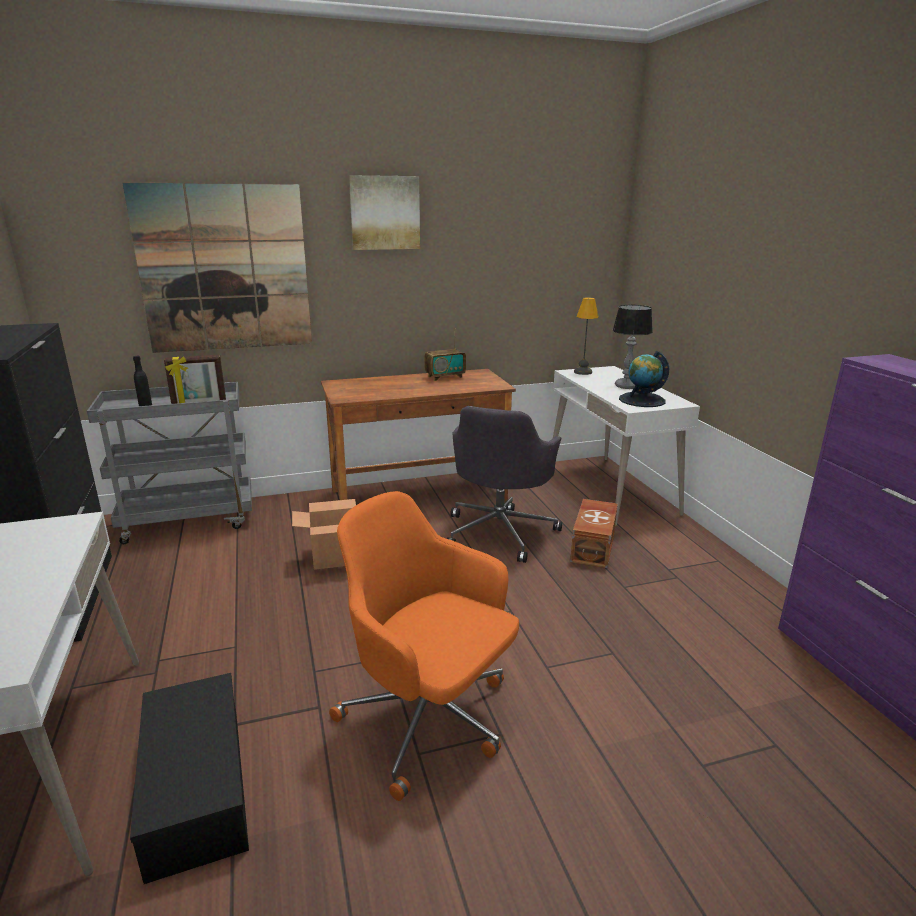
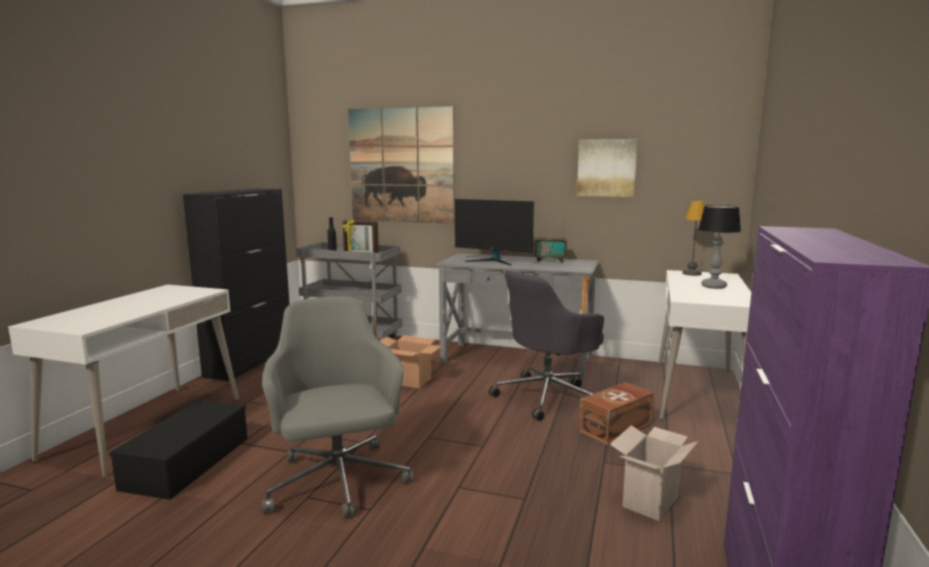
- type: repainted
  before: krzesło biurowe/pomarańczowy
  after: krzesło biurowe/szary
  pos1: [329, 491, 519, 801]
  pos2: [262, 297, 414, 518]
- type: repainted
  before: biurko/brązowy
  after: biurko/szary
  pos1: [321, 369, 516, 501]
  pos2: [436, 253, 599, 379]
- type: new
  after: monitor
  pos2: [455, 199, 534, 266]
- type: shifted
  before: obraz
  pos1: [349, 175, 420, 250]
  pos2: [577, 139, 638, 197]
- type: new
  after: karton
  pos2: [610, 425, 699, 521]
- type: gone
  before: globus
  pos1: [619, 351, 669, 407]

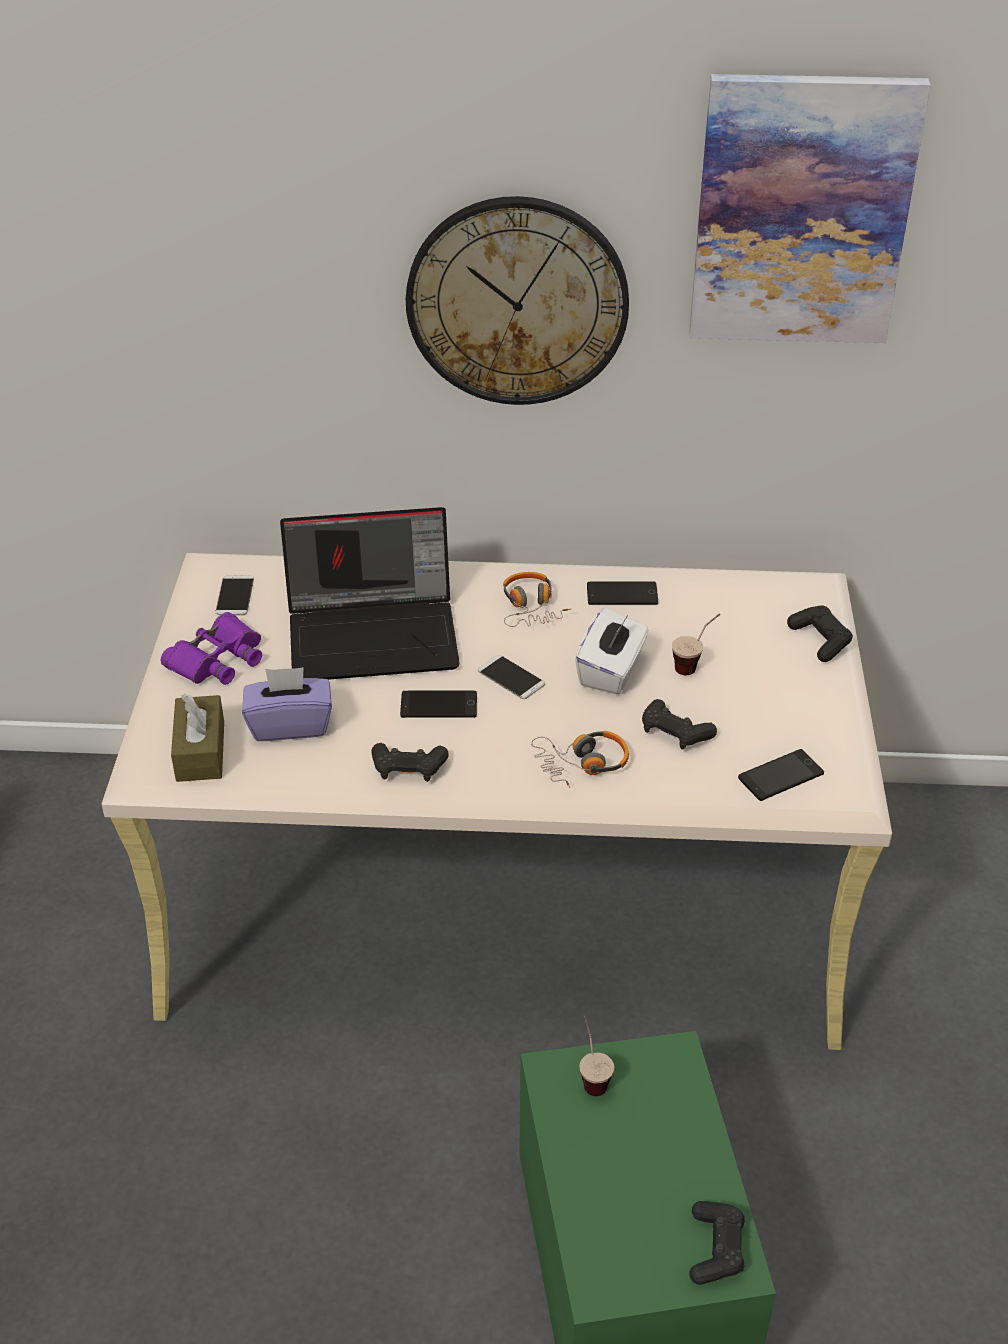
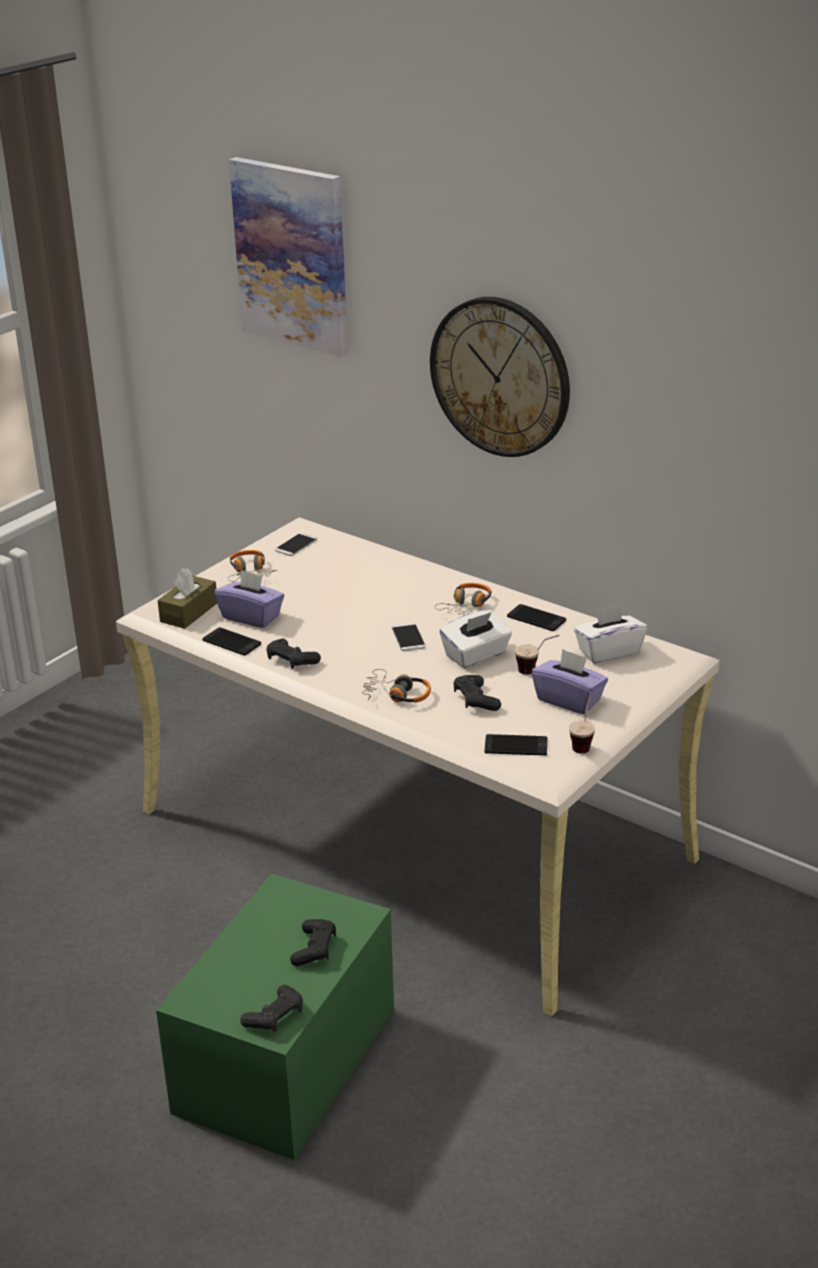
- type: shifted
  before: telefon
  pos1: [400, 691, 477, 718]
  pos2: [202, 627, 261, 656]
- type: swapped
  before: lornetka/fioletowy
  after: słuchawki
  pos1: [161, 612, 262, 685]
  pos2: [227, 550, 278, 582]
- type: shifted
  before: obraz
  pos1: [689, 74, 931, 343]
  pos2: [229, 157, 348, 357]
- type: shifted
  before: pad do gier/czarny
  pos1: [787, 605, 853, 662]
  pos2: [290, 919, 336, 966]
- type: new
  after: pudełko chusteczek/fioletowy
  pos2: [532, 649, 608, 714]
- type: shifted
  before: filiżanka
  pos1: [579, 1015, 614, 1096]
  pos2: [569, 695, 595, 753]
- type: new
  after: pudełko chusteczek/biały
  pos2: [574, 604, 647, 664]
- type: gone
  before: laptop
  pos1: [280, 507, 460, 679]

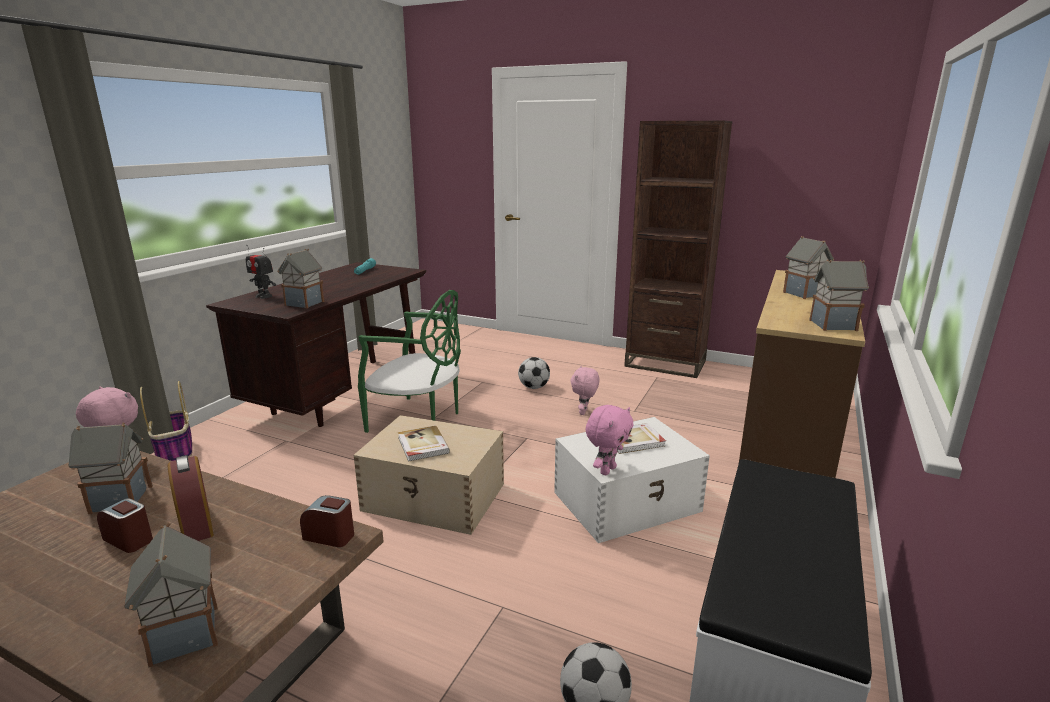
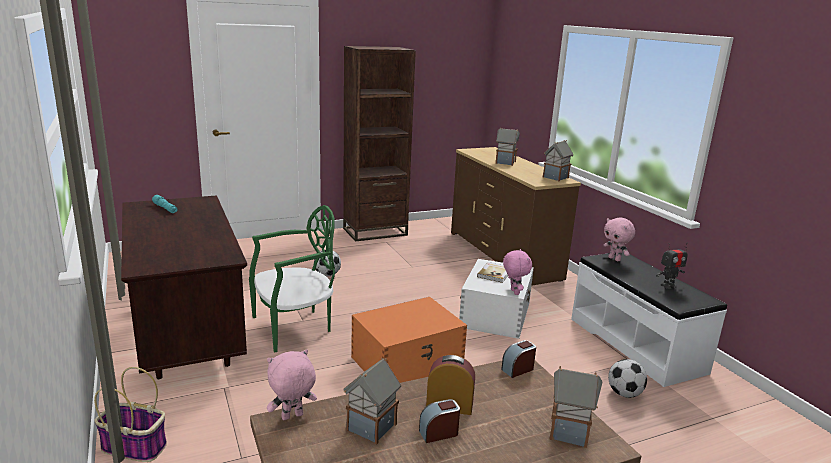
- type: repainted
  before: pojemnik do przechowywania/beżowy
  after: pojemnik do przechowywania/pomarańczowy
  pos1: [353, 415, 504, 535]
  pos2: [351, 297, 467, 383]
- type: shifted
  before: pluszak/różowy
  pos1: [570, 366, 600, 415]
  pos2: [603, 218, 635, 261]
- type: shifted
  before: robot zabawkowy
  pos1: [246, 245, 276, 299]
  pos2: [656, 242, 688, 289]
- type: gone
  before: domek
  pos1: [277, 249, 324, 308]
- type: gone
  before: książka
  pos1: [398, 426, 450, 462]

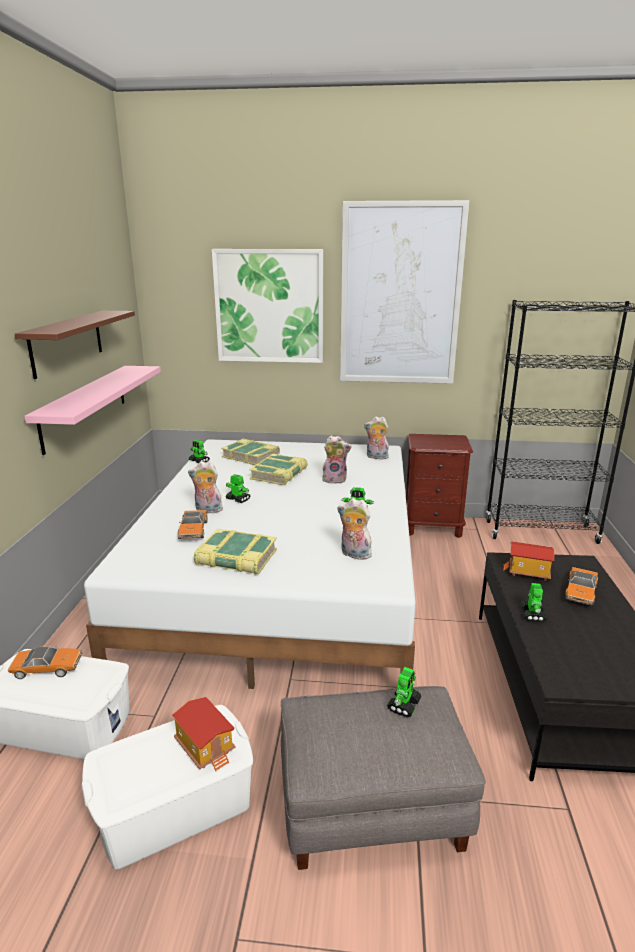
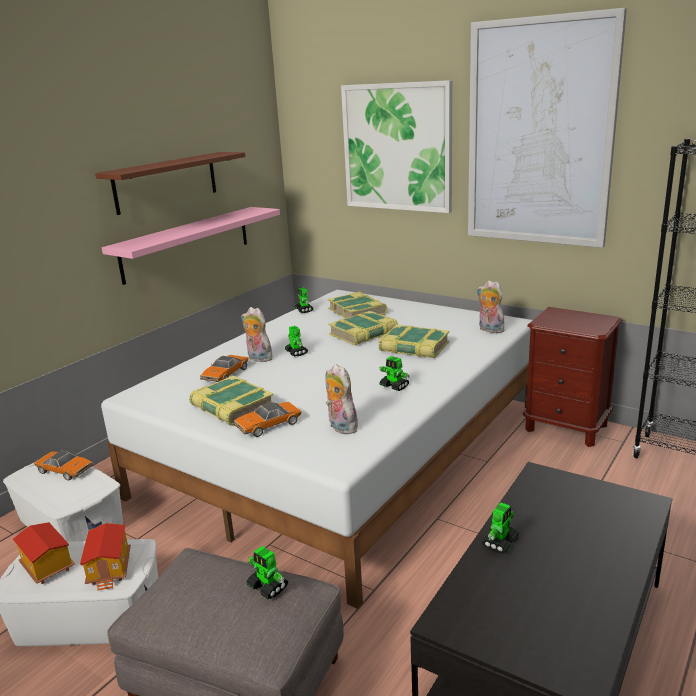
- type: shifted
  before: domek
  pos1: [504, 541, 554, 581]
  pos2: [13, 522, 75, 584]
- type: shifted
  before: samochodzik
  pos1: [564, 567, 598, 605]
  pos2: [234, 402, 301, 437]
- type: rotated
  before: robot zabawkowy
  pos1: [387, 667, 422, 717]
  pos2: [246, 546, 288, 599]
  turn: 75
- type: swapped
  before: pluszak
  after: książka
  pos1: [322, 435, 352, 484]
  pos2: [379, 325, 449, 358]

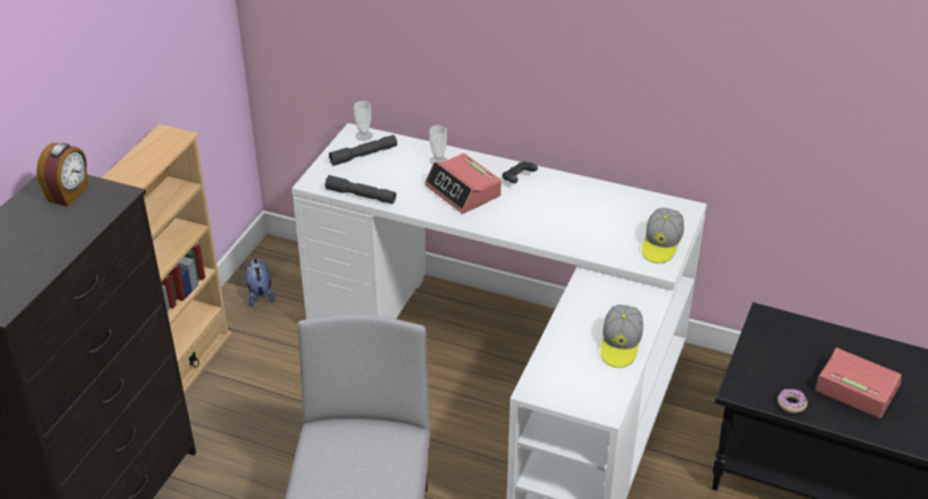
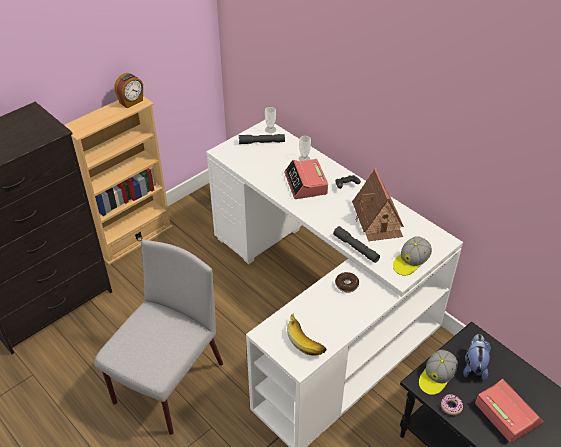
- type: shifted
  before: budzik
  pos1: [36, 143, 88, 207]
  pos2: [114, 73, 143, 108]
- type: new
  after: banan
  pos2: [287, 313, 327, 355]
- type: shifted
  before: latarka/szary
  pos1: [325, 175, 396, 204]
  pos2: [333, 226, 380, 263]
- type: new
  after: donut
  pos2: [335, 272, 359, 292]
- type: new
  after: domek
  pos2: [352, 168, 404, 241]
- type: shifted
  before: czapka z daszkiem
  pos1: [601, 305, 643, 368]
  pos2: [419, 350, 458, 395]
- type: shifted
  before: pluszak
  pos1: [246, 258, 275, 307]
  pos2: [463, 334, 491, 380]

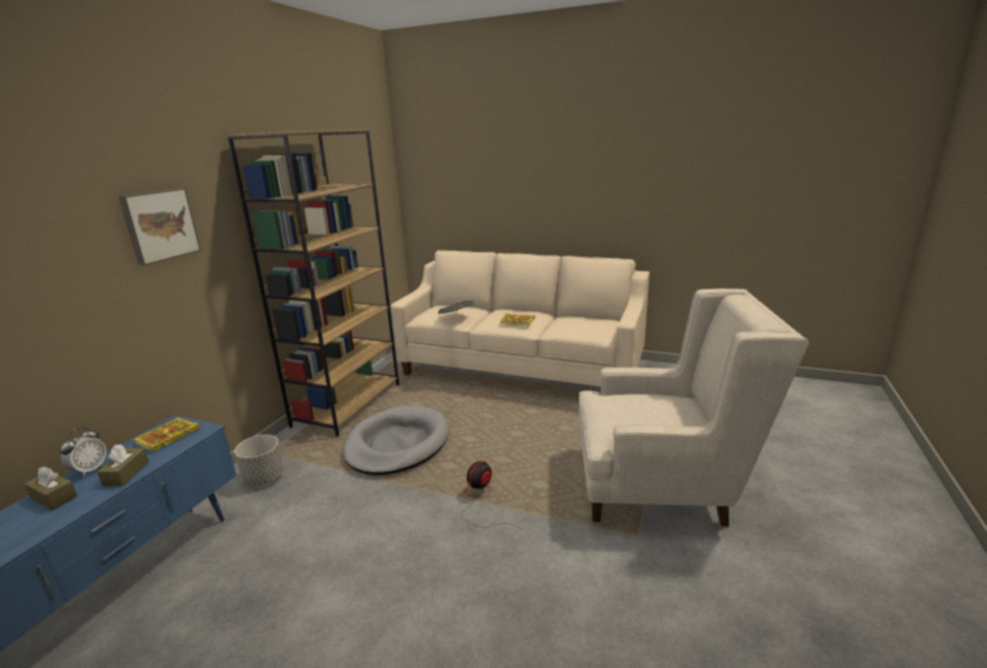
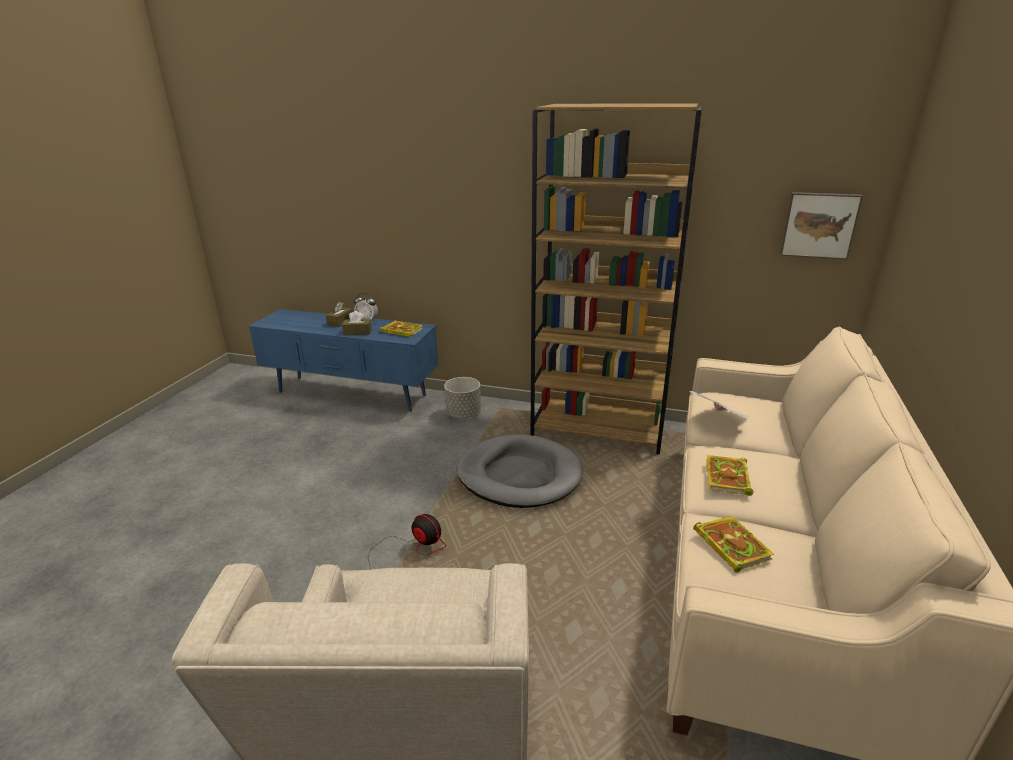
- type: new
  after: książka
  pos2: [693, 516, 774, 573]
- type: shifted
  before: obraz
  pos1: [118, 188, 201, 265]
  pos2: [780, 192, 863, 260]

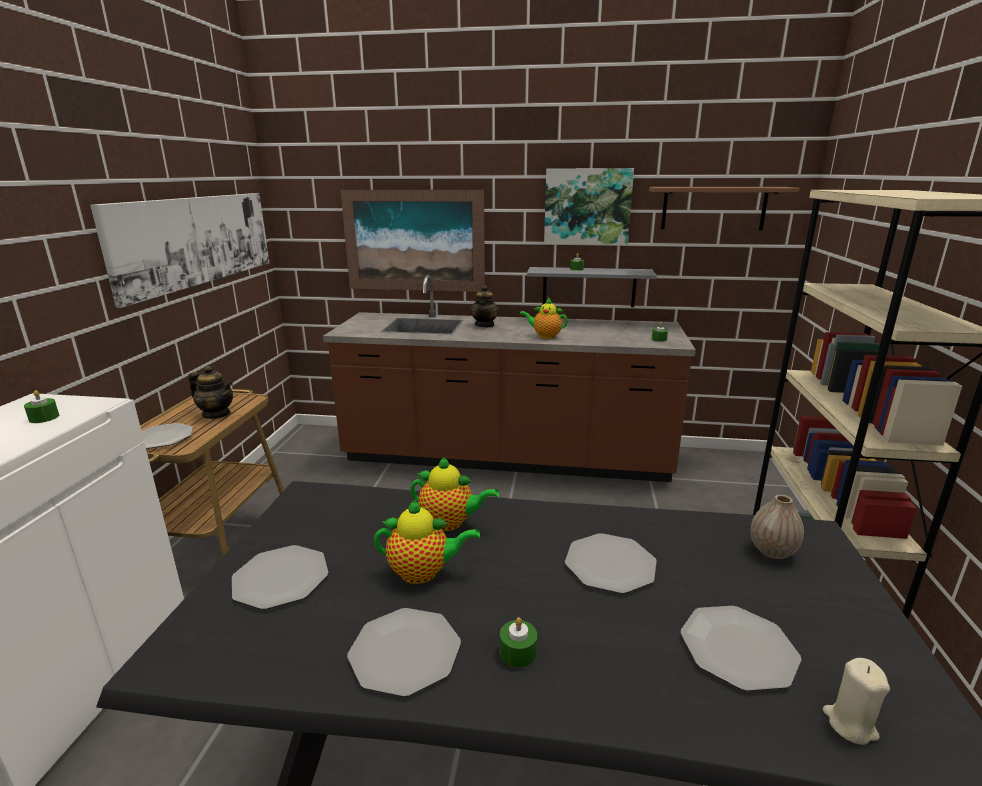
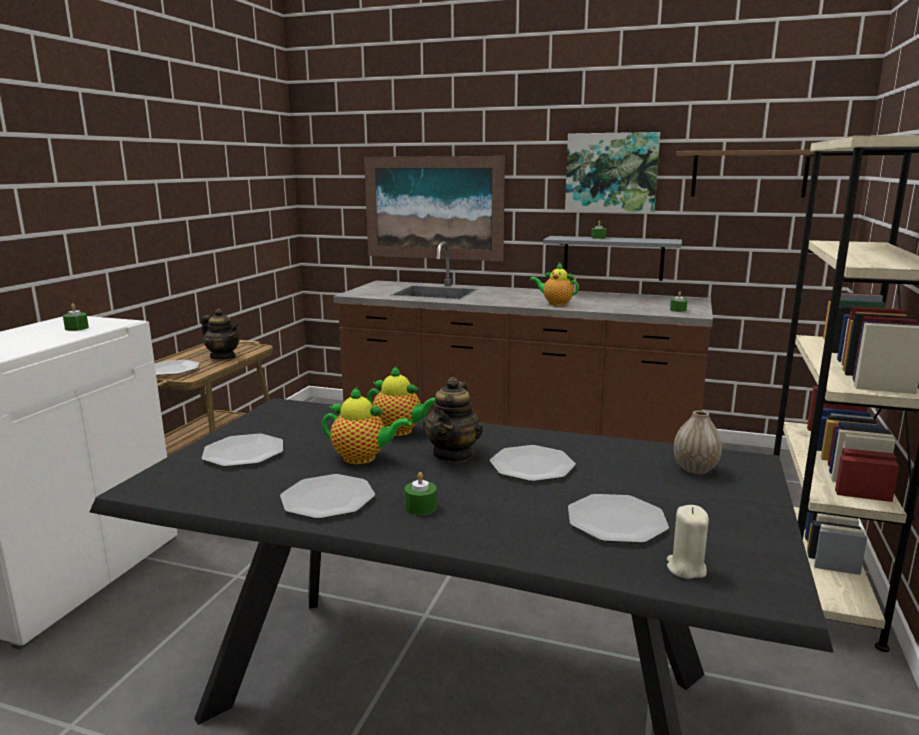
- type: shifted
  before: imbryk
  pos1: [469, 285, 500, 327]
  pos2: [423, 377, 483, 463]
- type: gone
  before: obraz
  pos1: [90, 193, 270, 308]

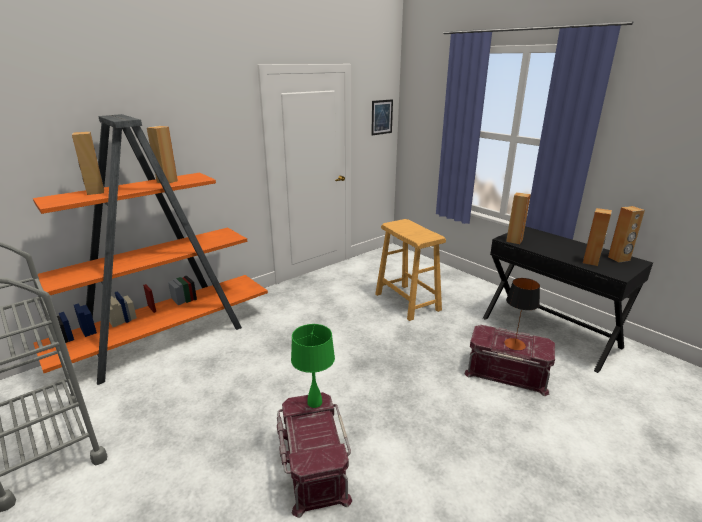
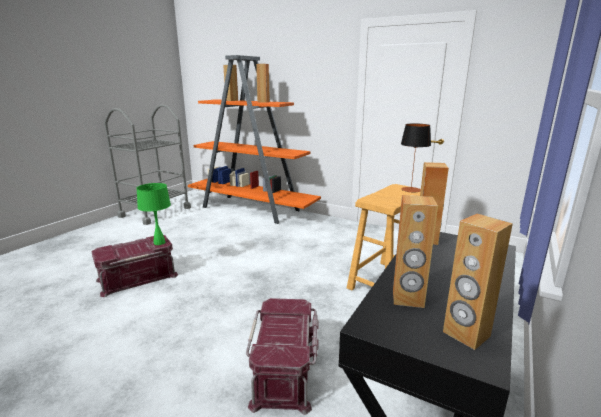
- type: shifted
  before: lampa stołowa
  pos1: [504, 278, 540, 350]
  pos2: [401, 124, 431, 192]
- type: gone
  before: obraz
  pos1: [371, 99, 393, 135]

